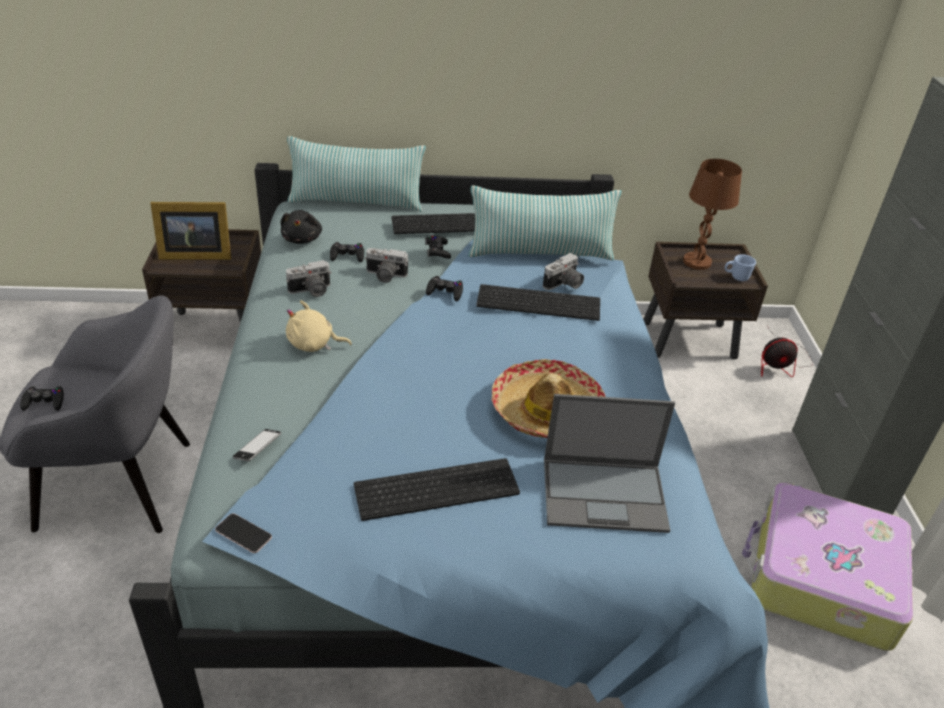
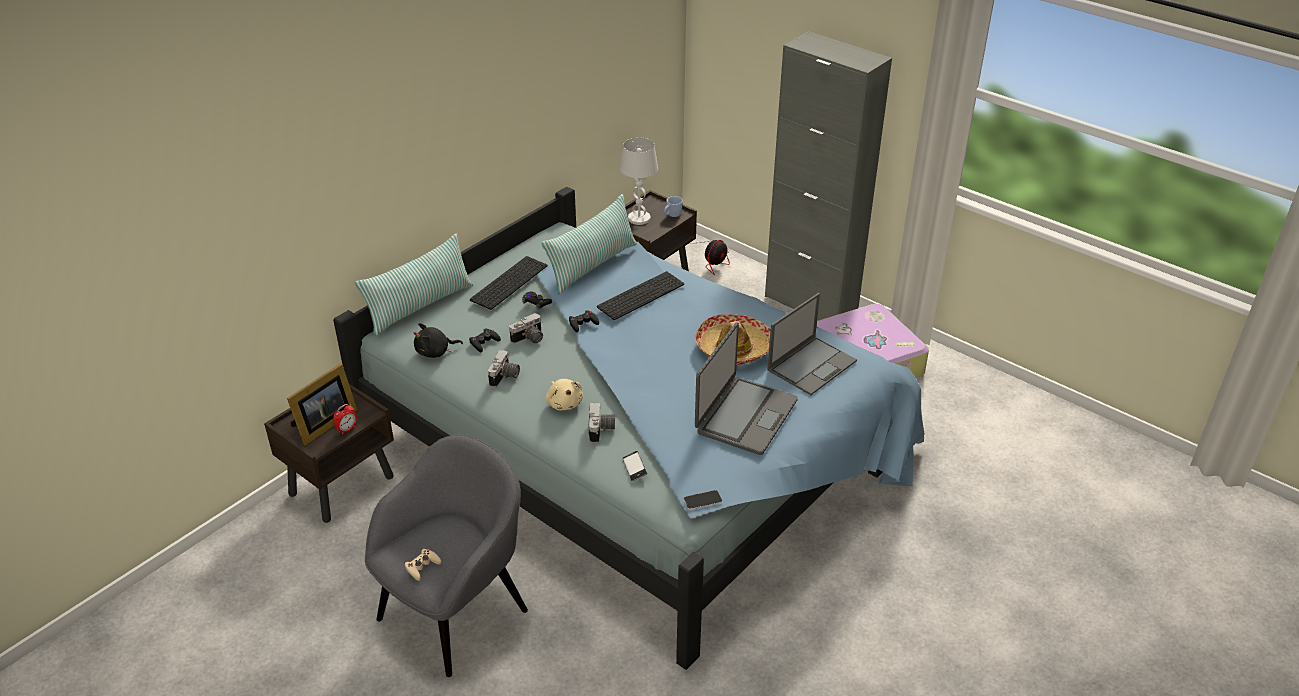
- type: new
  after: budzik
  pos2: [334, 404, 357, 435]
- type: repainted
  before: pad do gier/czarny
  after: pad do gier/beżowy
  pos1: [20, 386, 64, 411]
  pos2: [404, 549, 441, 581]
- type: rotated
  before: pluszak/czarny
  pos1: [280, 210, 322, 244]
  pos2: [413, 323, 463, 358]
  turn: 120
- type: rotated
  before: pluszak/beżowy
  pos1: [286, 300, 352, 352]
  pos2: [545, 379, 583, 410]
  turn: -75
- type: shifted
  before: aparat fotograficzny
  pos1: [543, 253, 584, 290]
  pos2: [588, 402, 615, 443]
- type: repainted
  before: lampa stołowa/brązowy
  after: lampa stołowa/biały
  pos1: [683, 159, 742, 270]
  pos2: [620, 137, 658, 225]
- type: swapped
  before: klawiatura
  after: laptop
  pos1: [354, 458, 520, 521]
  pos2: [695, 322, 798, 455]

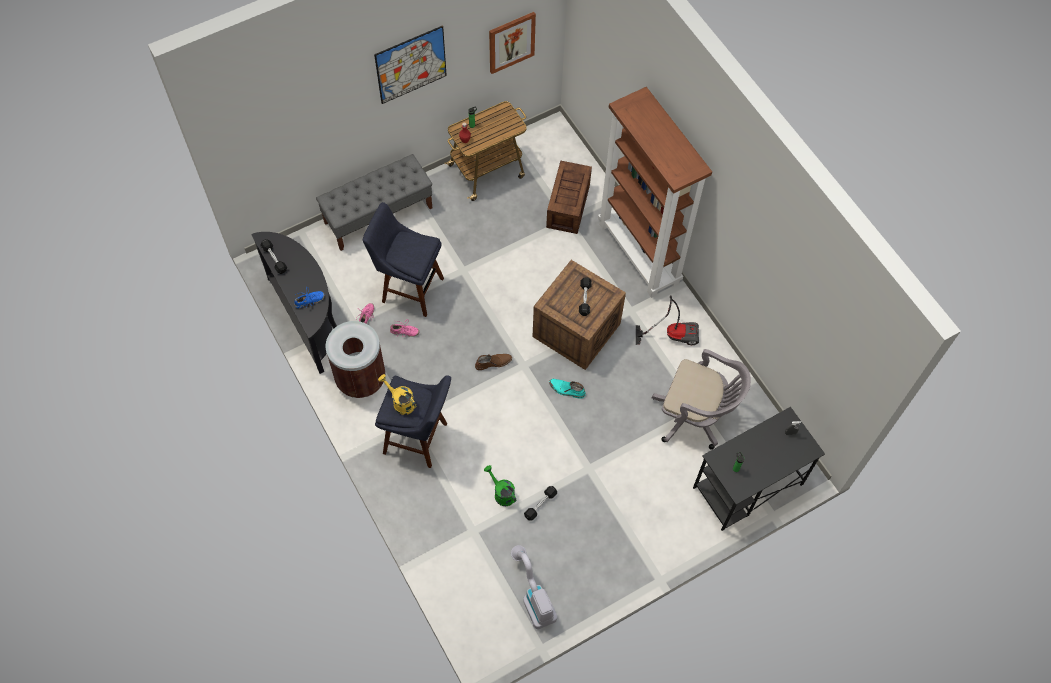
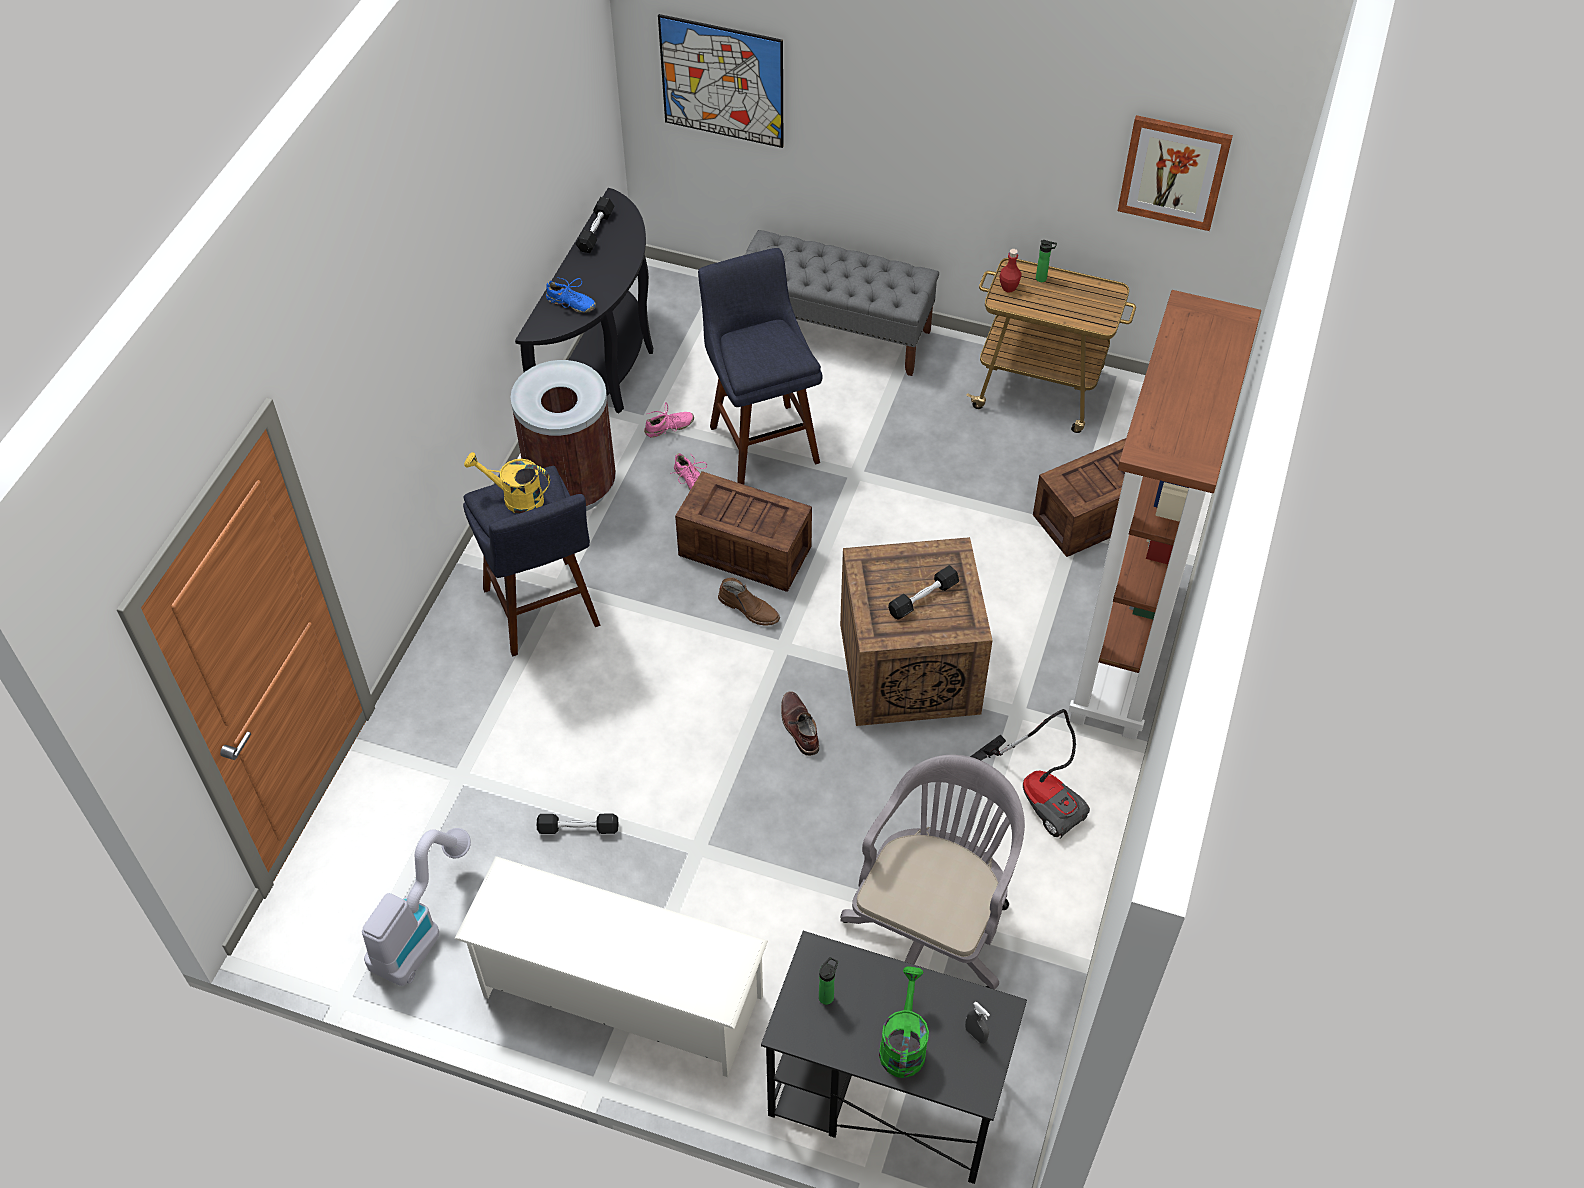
- type: new
  after: regał na buty/biały
  pos2: [455, 856, 768, 1077]
- type: rotated
  before: konewka/żółty
  pos1: [378, 374, 417, 415]
  pos2: [464, 452, 550, 514]
  turn: -75
- type: shifted
  before: obraz
  pos1: [374, 25, 447, 104]
  pos2: [658, 14, 783, 148]
- type: new
  after: skrzynka
  pos2: [675, 471, 812, 592]
- type: repainted
  before: but z cholewką/turkusowy
  after: but z cholewką/brązowy
  pos1: [549, 379, 586, 399]
  pos2: [781, 691, 819, 756]
- type: rotated
  before: krzesło biurowe/szary
  pos1: [652, 349, 751, 450]
  pos2: [840, 755, 1025, 990]
  turn: -135
- type: shifted
  before: konewka/zielony
  pos1: [484, 465, 517, 506]
  pos2: [879, 966, 929, 1078]

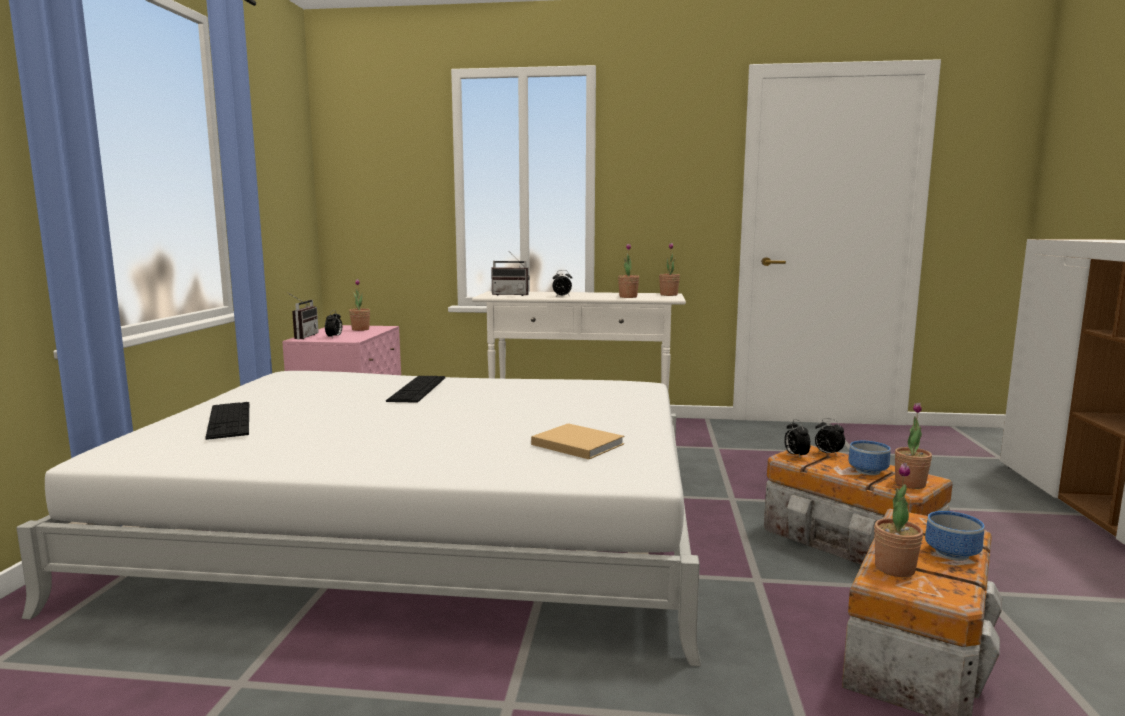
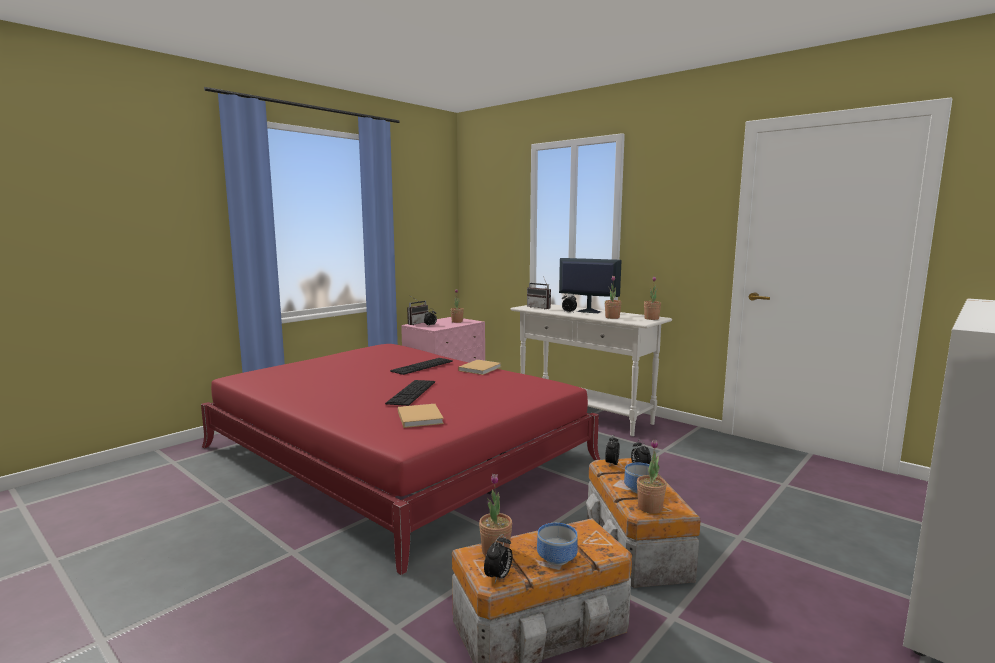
- type: repainted
  before: łóżko/biały
  after: łóżko/czerwony
  pos1: [16, 371, 701, 666]
  pos2: [201, 344, 600, 575]
- type: shifted
  before: klawiatura
  pos1: [205, 402, 249, 440]
  pos2: [385, 380, 435, 406]
- type: new
  after: książka/beżowy
  pos2: [458, 360, 501, 375]
- type: new
  after: budzik
  pos2: [484, 534, 512, 583]
- type: new
  after: monitor
  pos2: [559, 258, 622, 313]

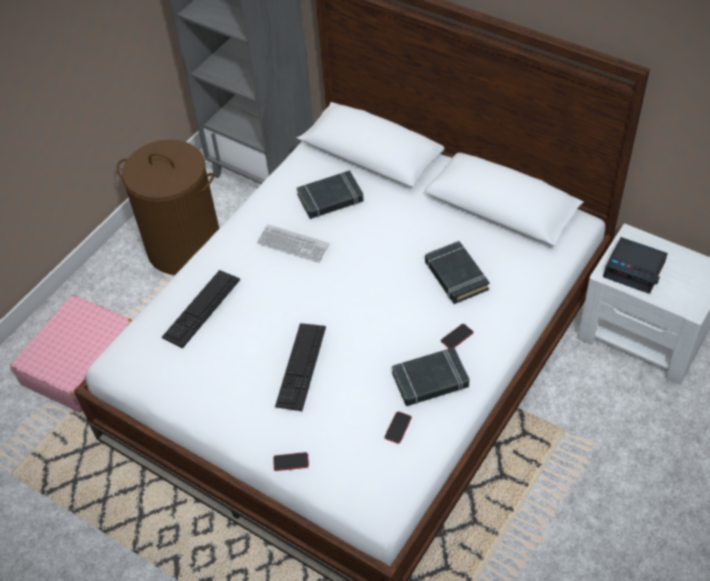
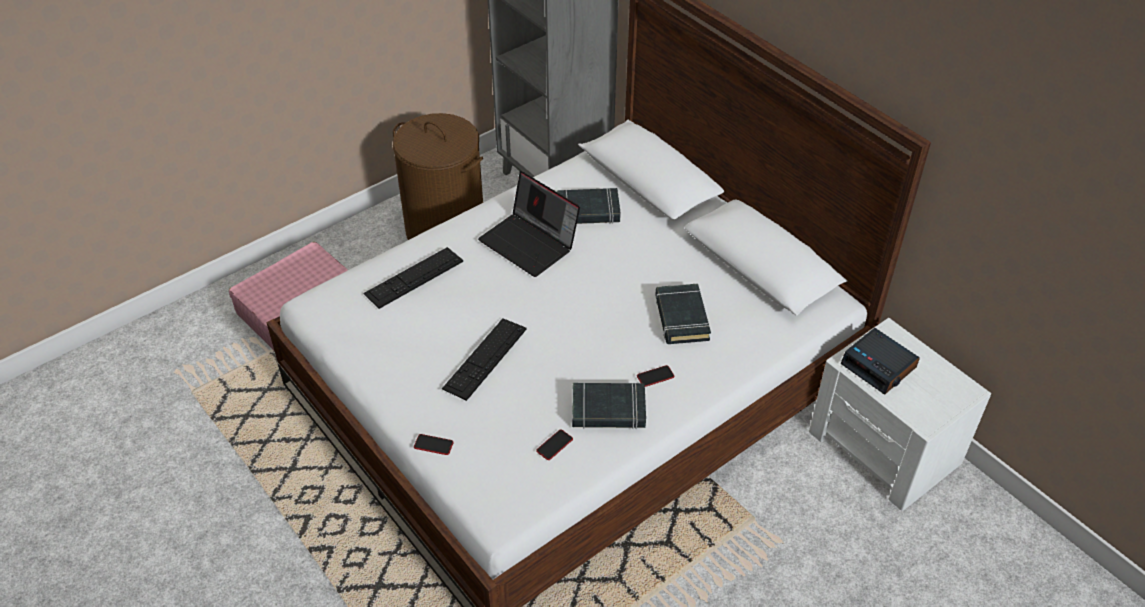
- type: swapped
  before: klawiatura
  after: laptop
  pos1: [257, 224, 329, 262]
  pos2: [478, 171, 580, 277]

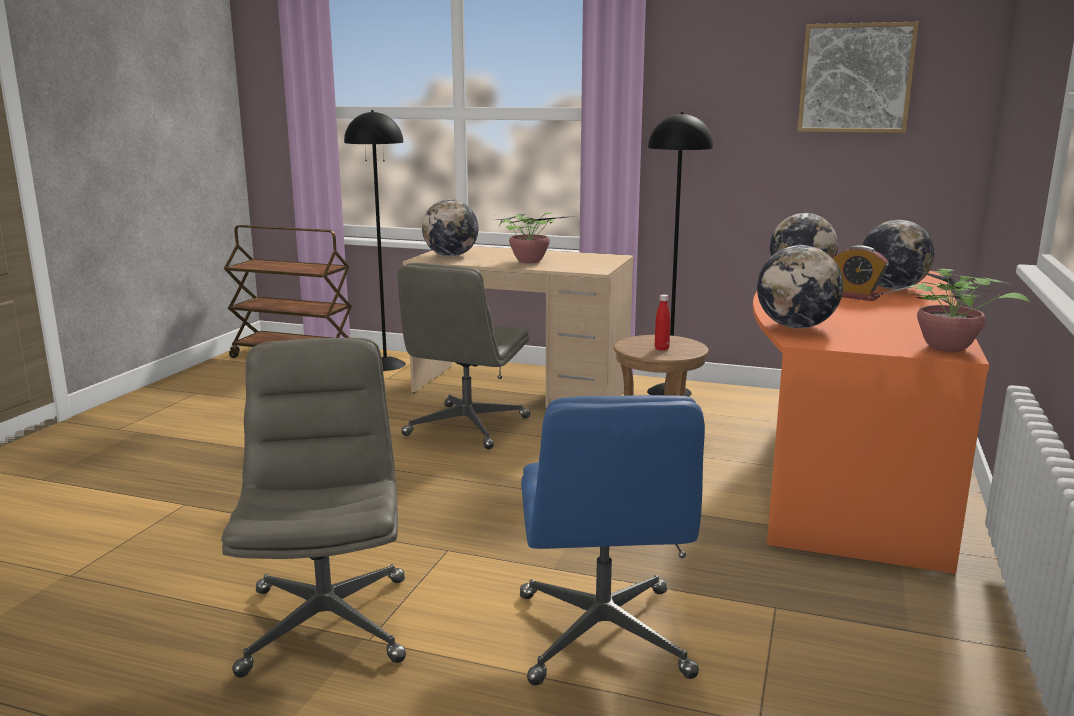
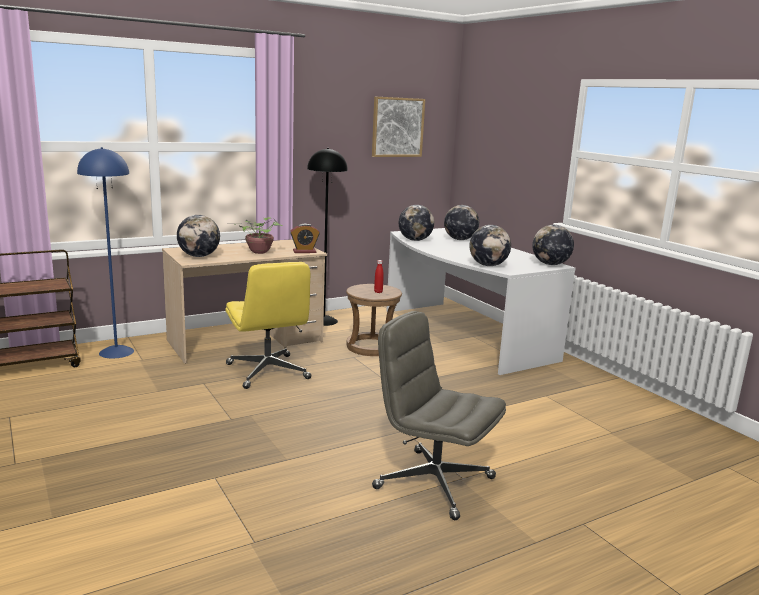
- type: repainted
  before: lampa stojąca/czarny
  after: lampa stojąca/niebieski
  pos1: [344, 110, 406, 371]
  pos2: [77, 147, 134, 358]
- type: repainted
  before: krzesło biurowe/szary
  after: krzesło biurowe/żółty
  pos1: [397, 263, 531, 449]
  pos2: [225, 262, 311, 389]
- type: shifted
  before: budzik
  pos1: [833, 245, 889, 301]
  pos2: [290, 224, 320, 253]
- type: repainted
  before: biurko/pomarańczowy
  after: biurko/biały
  pos1: [753, 271, 989, 574]
  pos2: [386, 228, 576, 375]
- type: swapped
  before: roślina doniczkowa
  after: globus
  pos1: [851, 269, 1029, 352]
  pos2: [532, 225, 574, 265]
- type: gone
  before: krzesło biurowe/niebieski
  pos1: [520, 395, 705, 685]

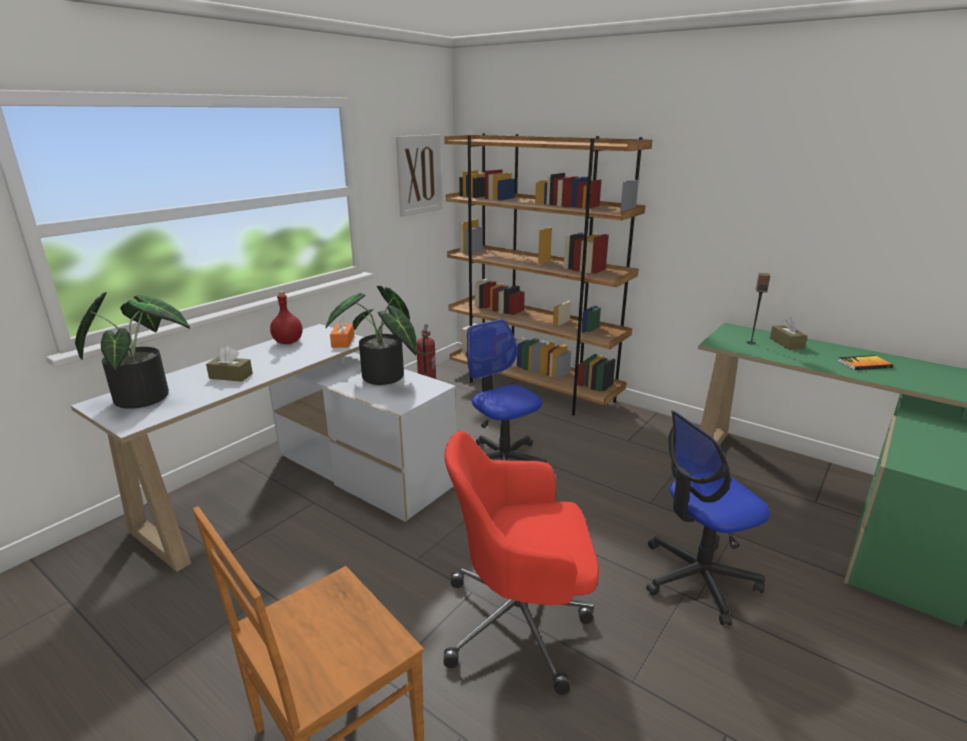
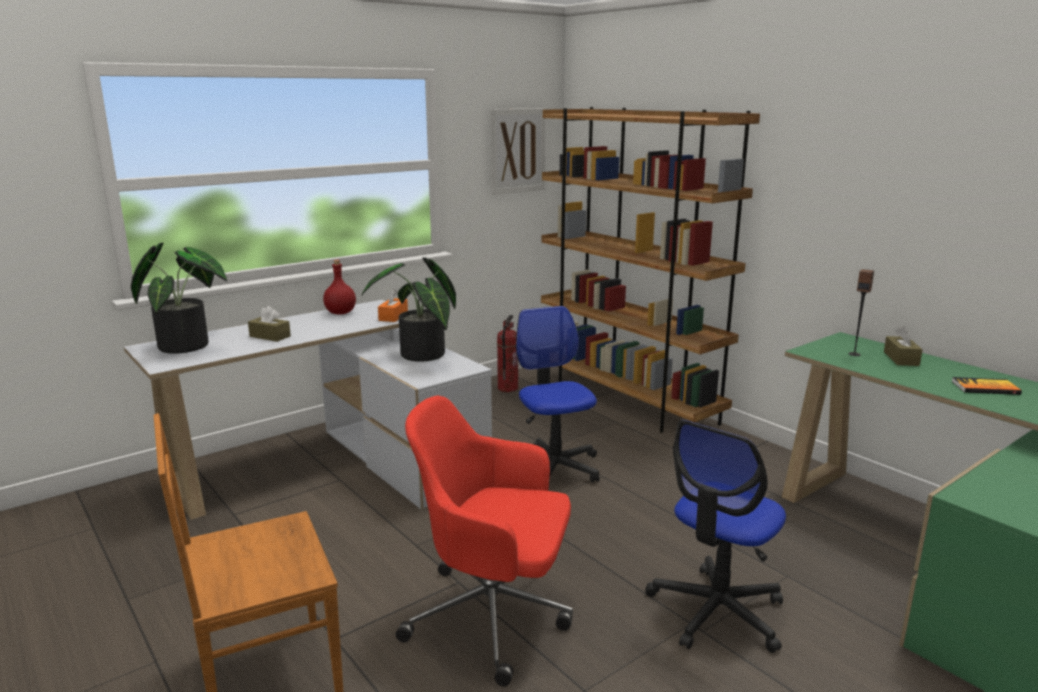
- type: rotated
  before: krzesło biurowe
  pos1: [646, 410, 770, 625]
  pos2: [645, 420, 786, 653]
  turn: -45

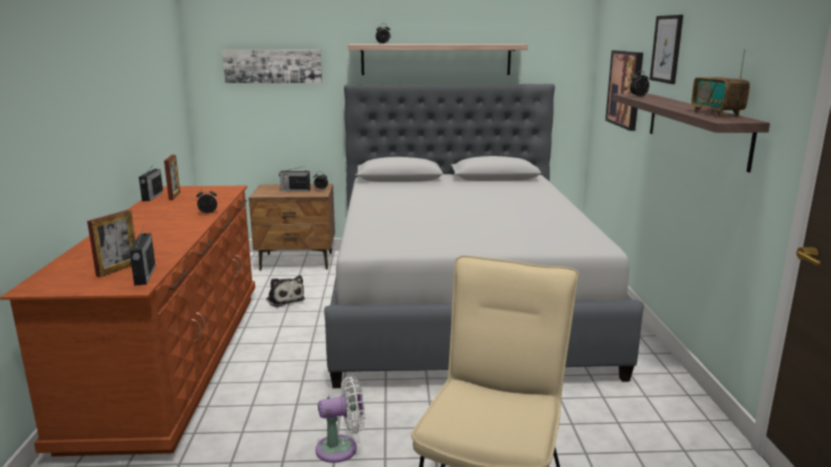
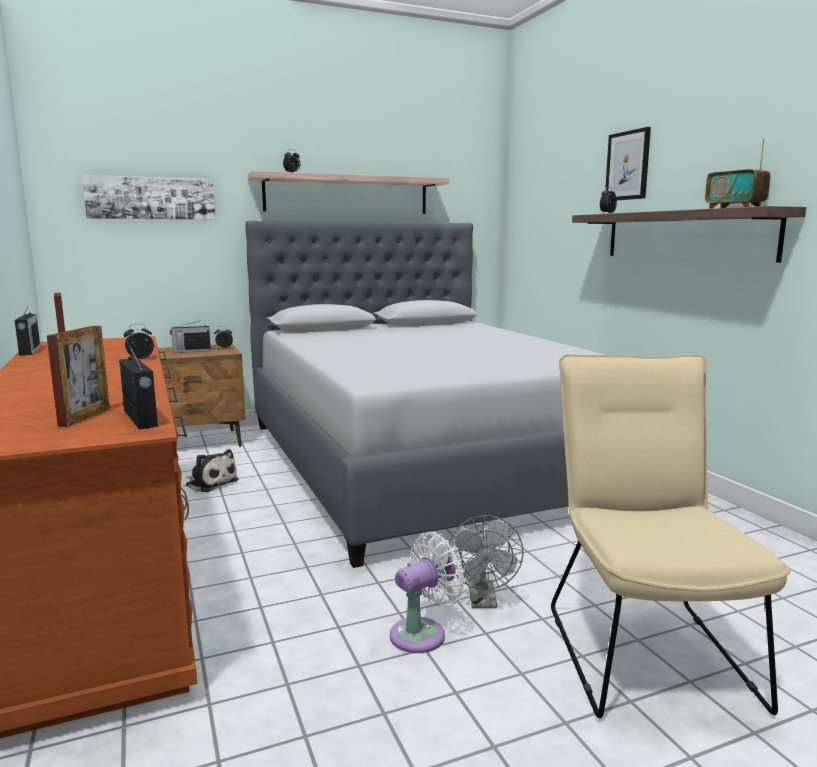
- type: new
  after: wentylator/szary
  pos2: [448, 515, 524, 608]
- type: gone
  before: obraz
  pos1: [605, 50, 643, 131]

